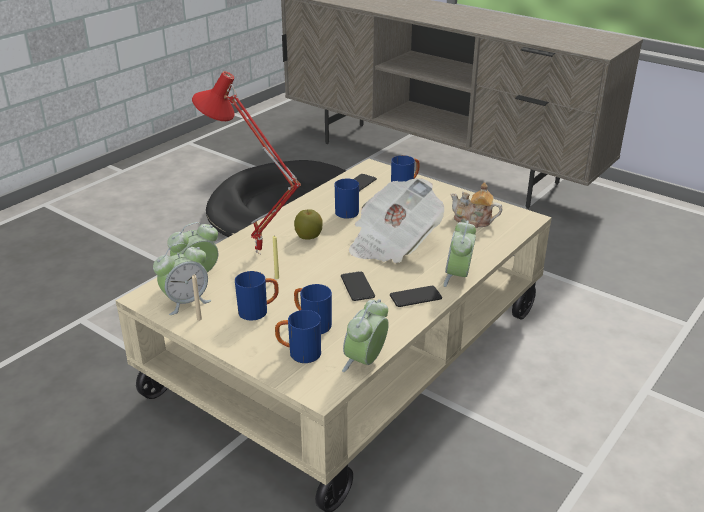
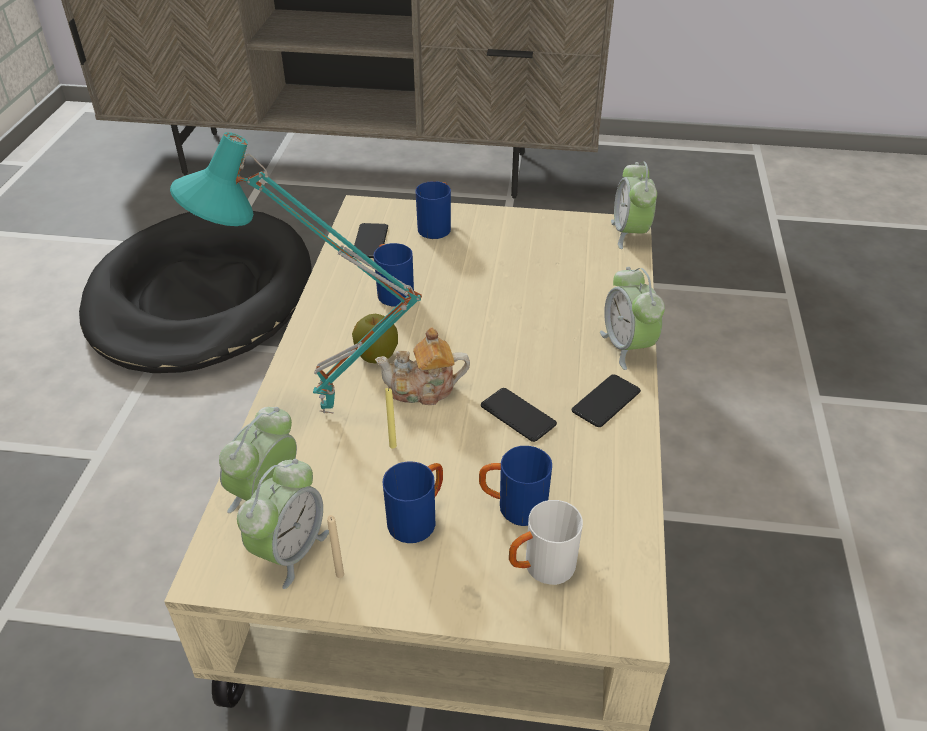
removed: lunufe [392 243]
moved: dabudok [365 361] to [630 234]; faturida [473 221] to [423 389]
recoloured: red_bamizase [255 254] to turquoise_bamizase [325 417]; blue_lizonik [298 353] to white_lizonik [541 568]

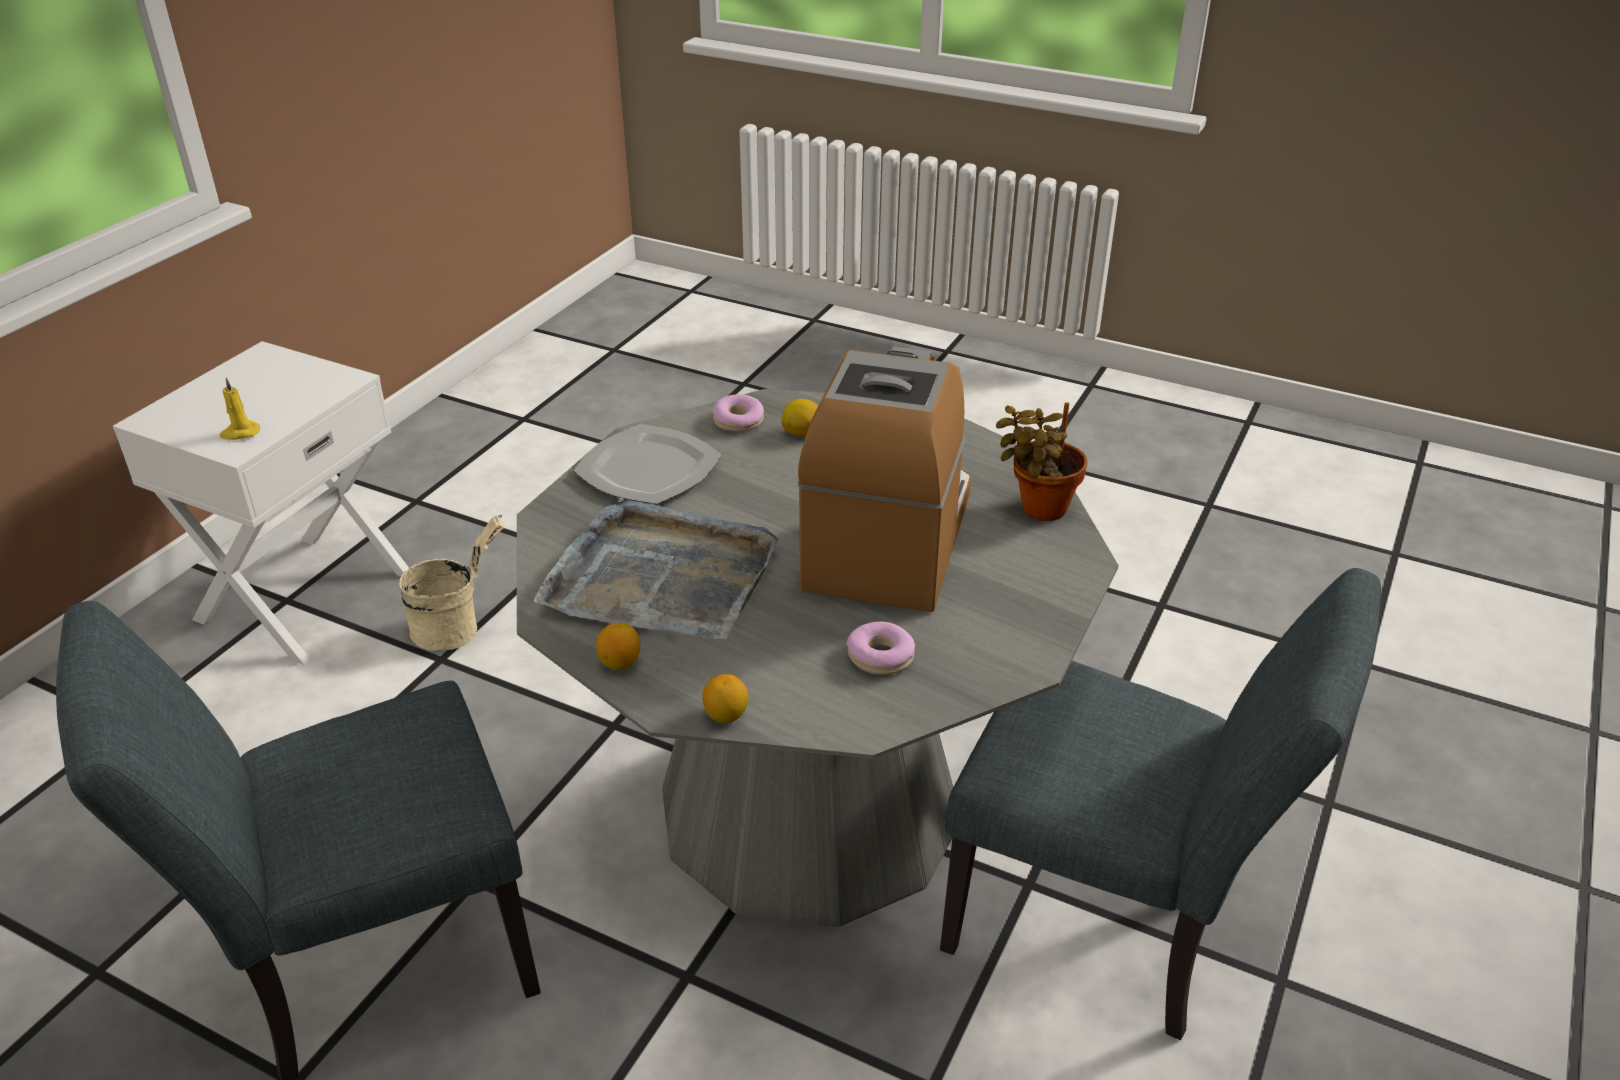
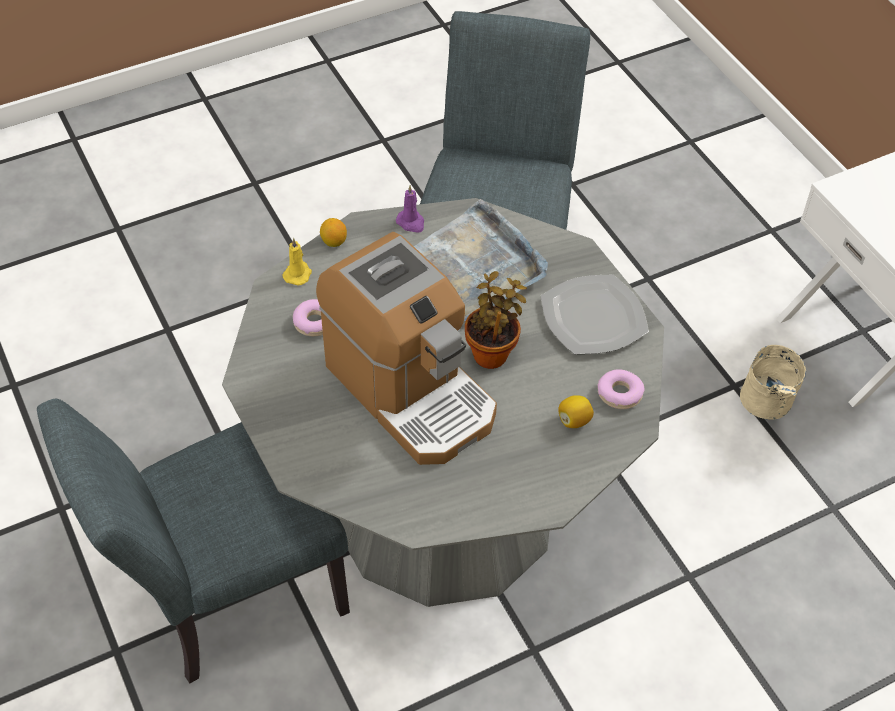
moved: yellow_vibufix [240 433] to [298 274]; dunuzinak [1038 509] to [492 352]
replaced: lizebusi [620 663] to purple_vibufix [411 223]

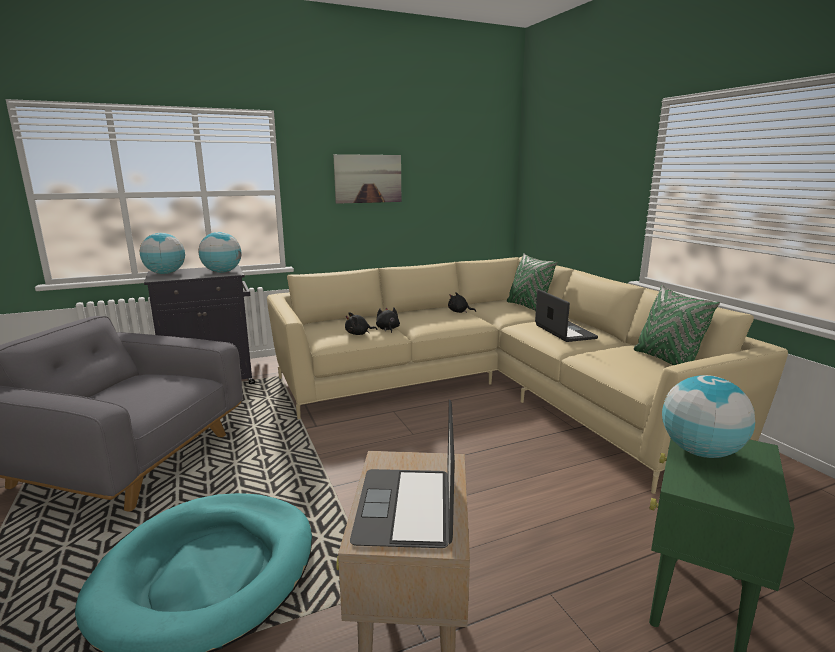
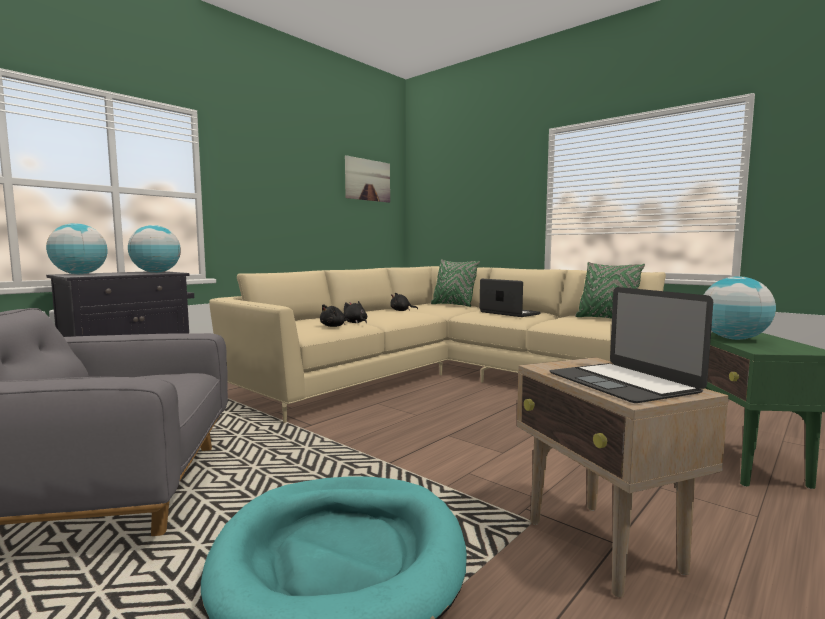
moved: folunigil [368 178] to [367 180]

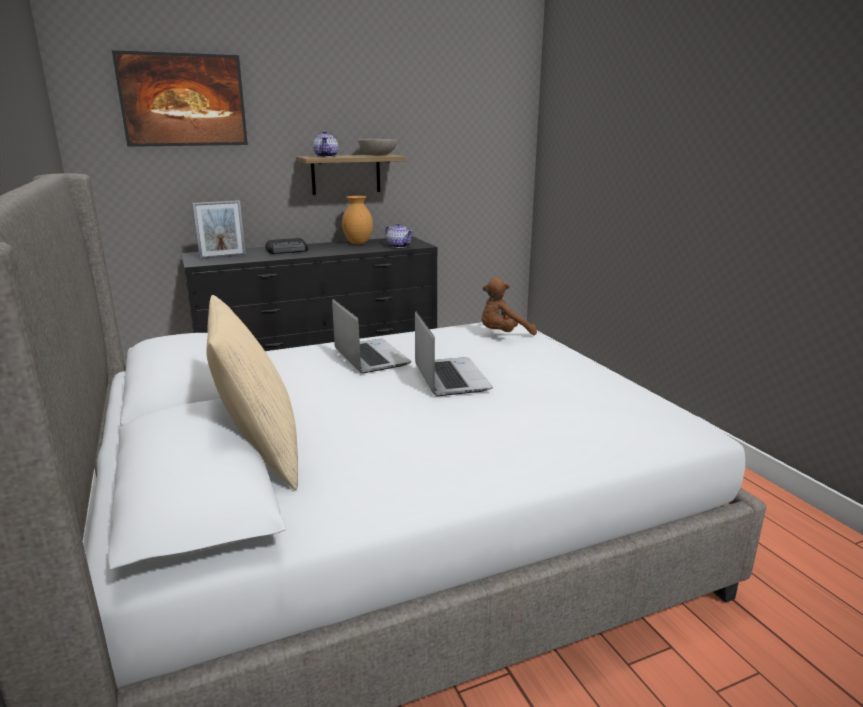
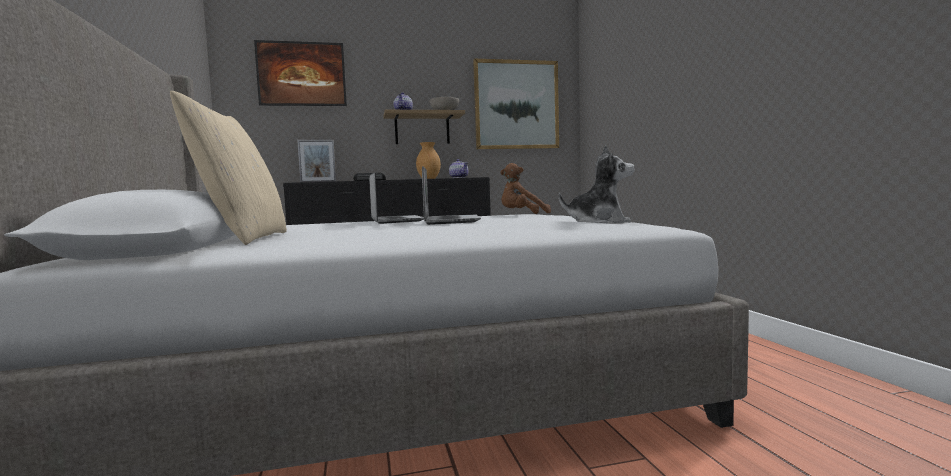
added: folunigil [516 105]; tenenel [599 222]

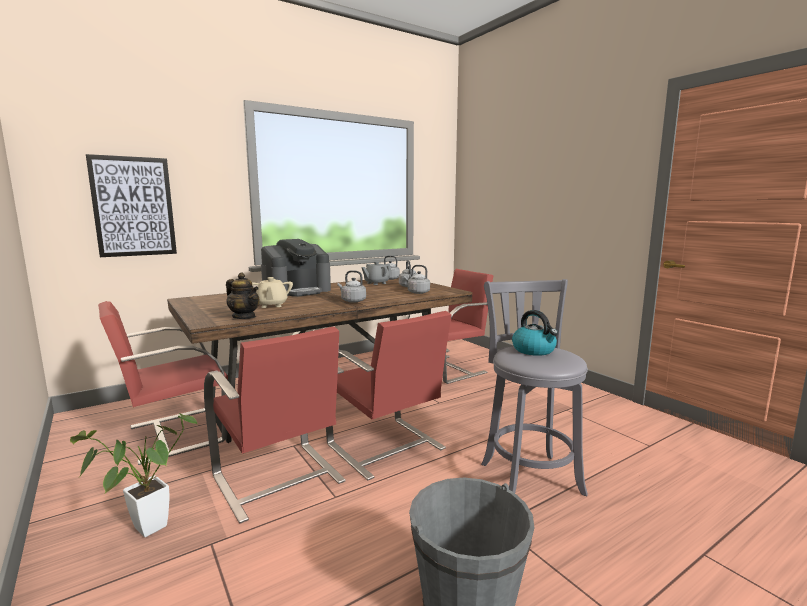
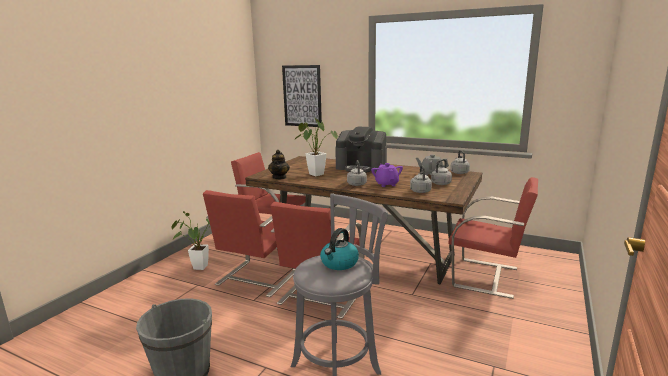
added: purple_faturida [386 184]
replaced: beige_faturida [272 305] to dunuzinak [314 174]

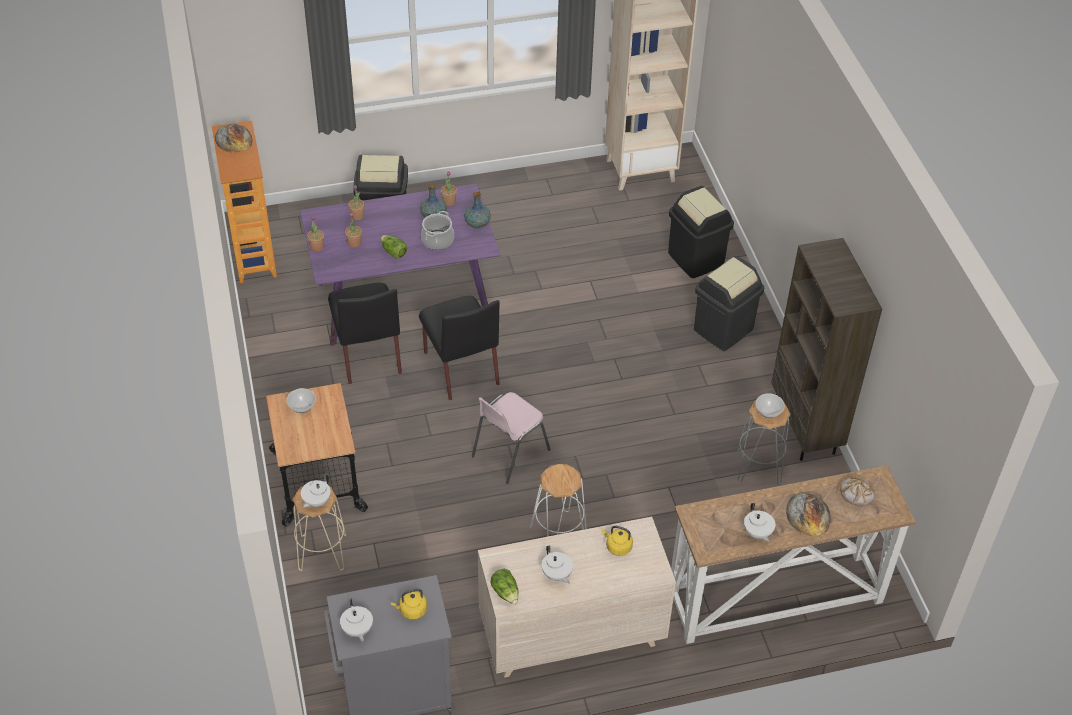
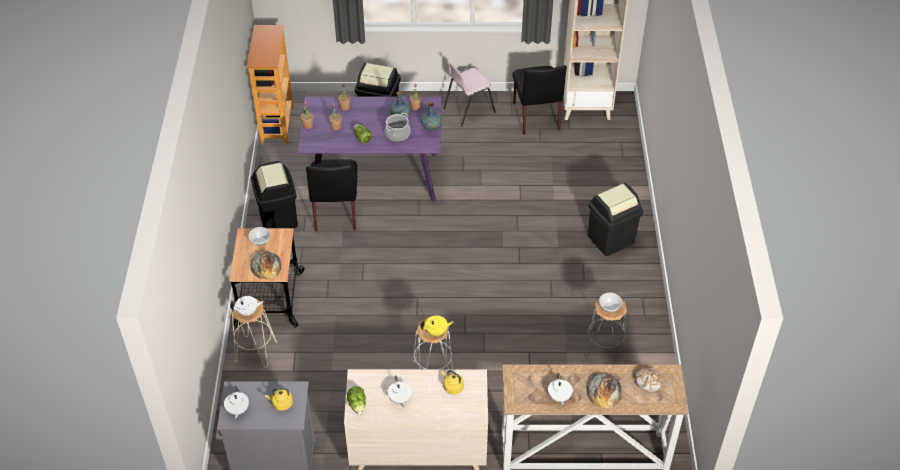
removed: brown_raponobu [805 428]
added: yellow_faturida [436 331]
moved: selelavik [233 139] to [266 265]; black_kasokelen [460 367] to [536 115]; pink_kasokelen [509 453] to [468 110]; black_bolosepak [696 259] to [279 218]
turned: white_faturida [316 501] = [248 312] 150 degrees counterclockwise

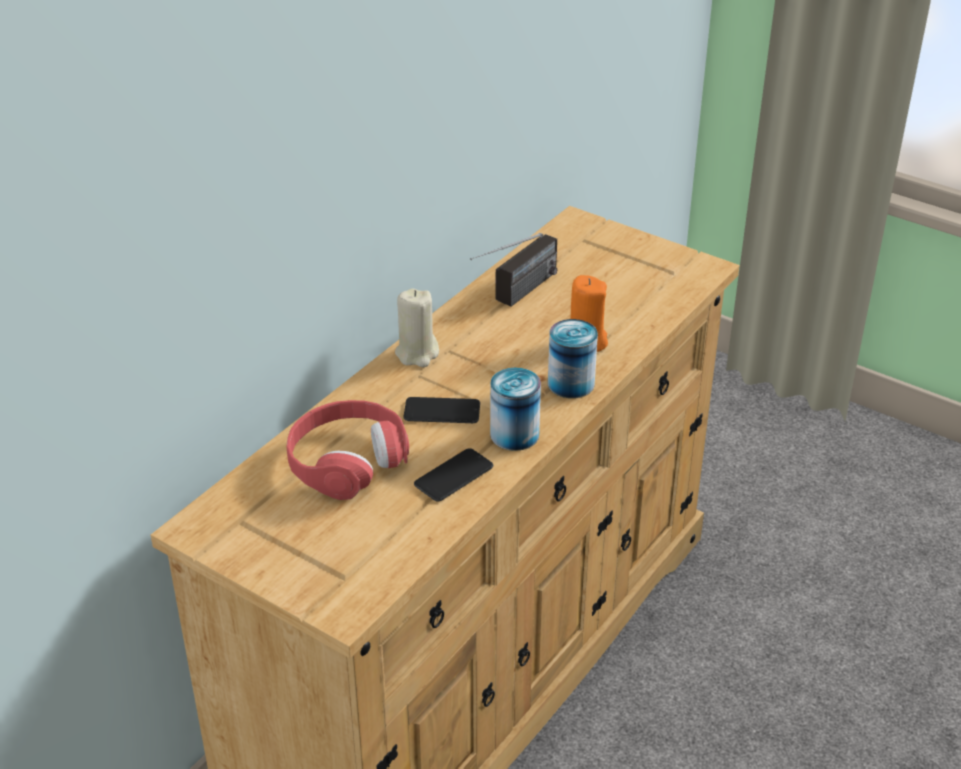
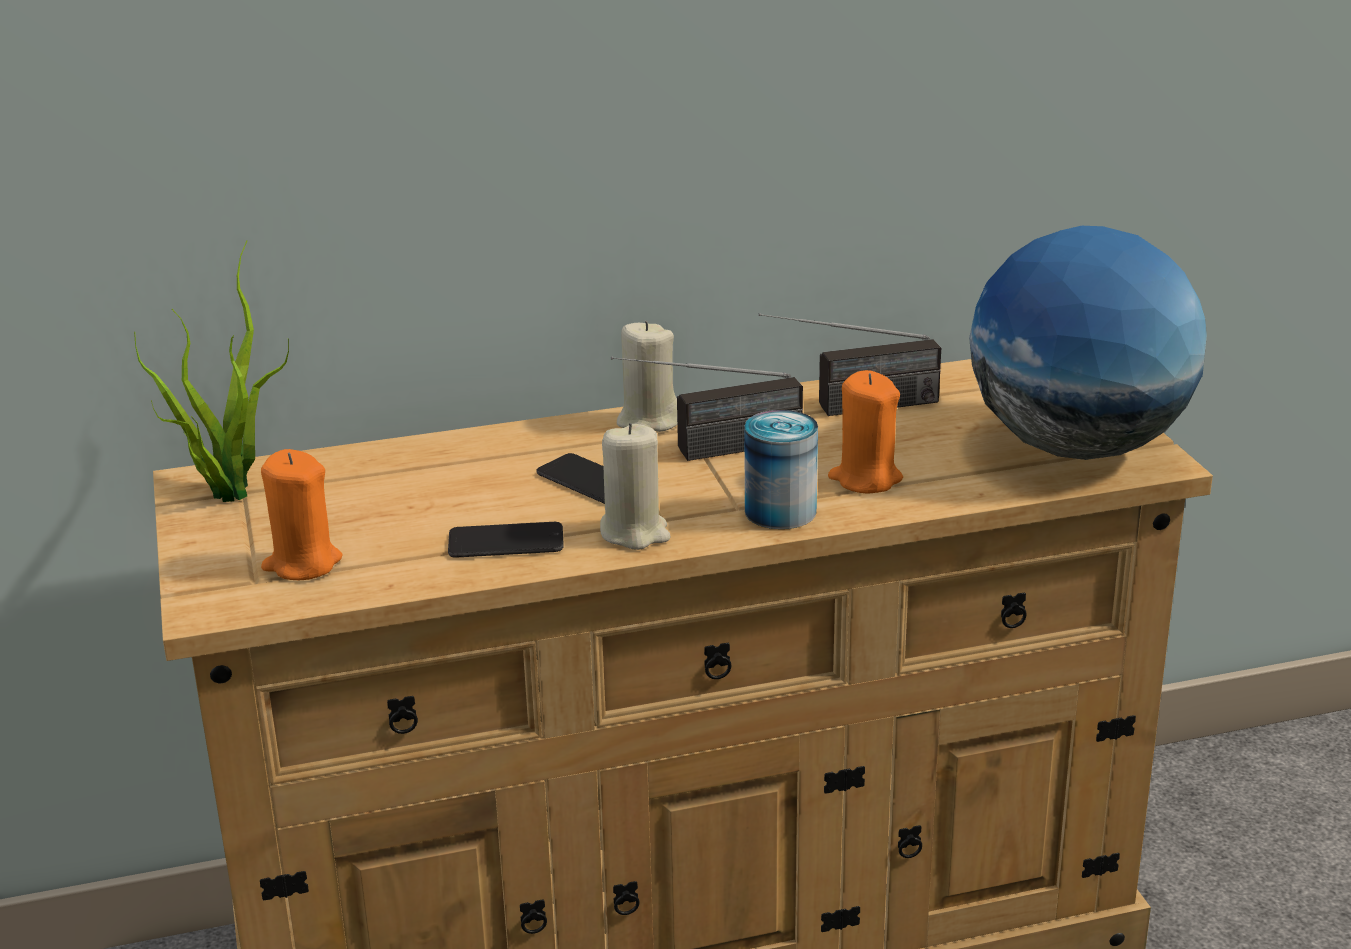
removed: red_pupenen [347 460]
added: dunuzinak [227 490]; orange_vibufix [302 563]; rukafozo [709 452]; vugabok [1077 447]
replaced: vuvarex [514 434] to beige_vibufix [634 532]

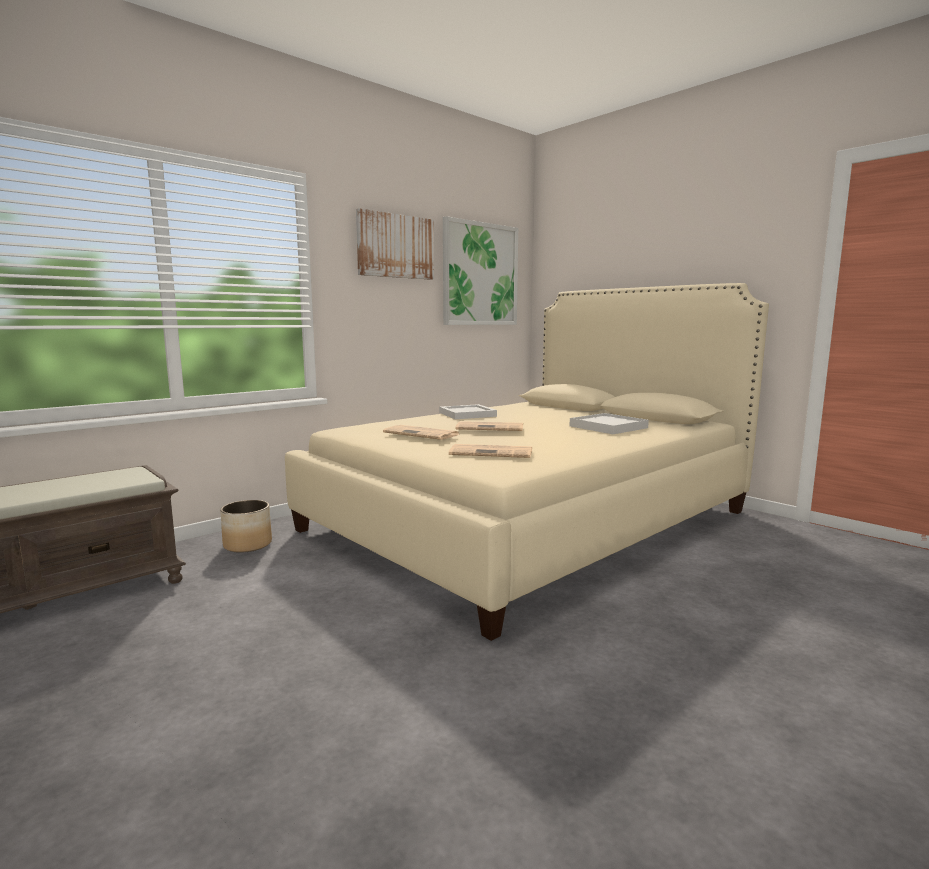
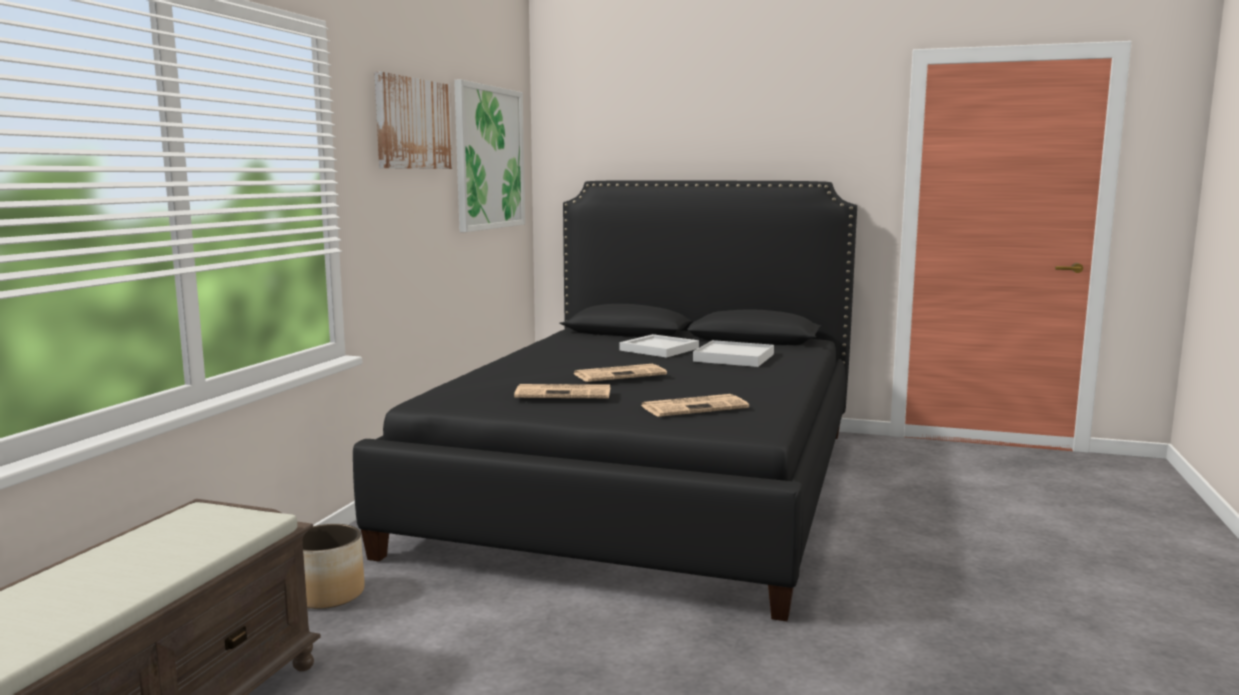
moved: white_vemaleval [467 414] to [659 349]
recoloured: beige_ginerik [529 520] to black_ginerik [647 485]

